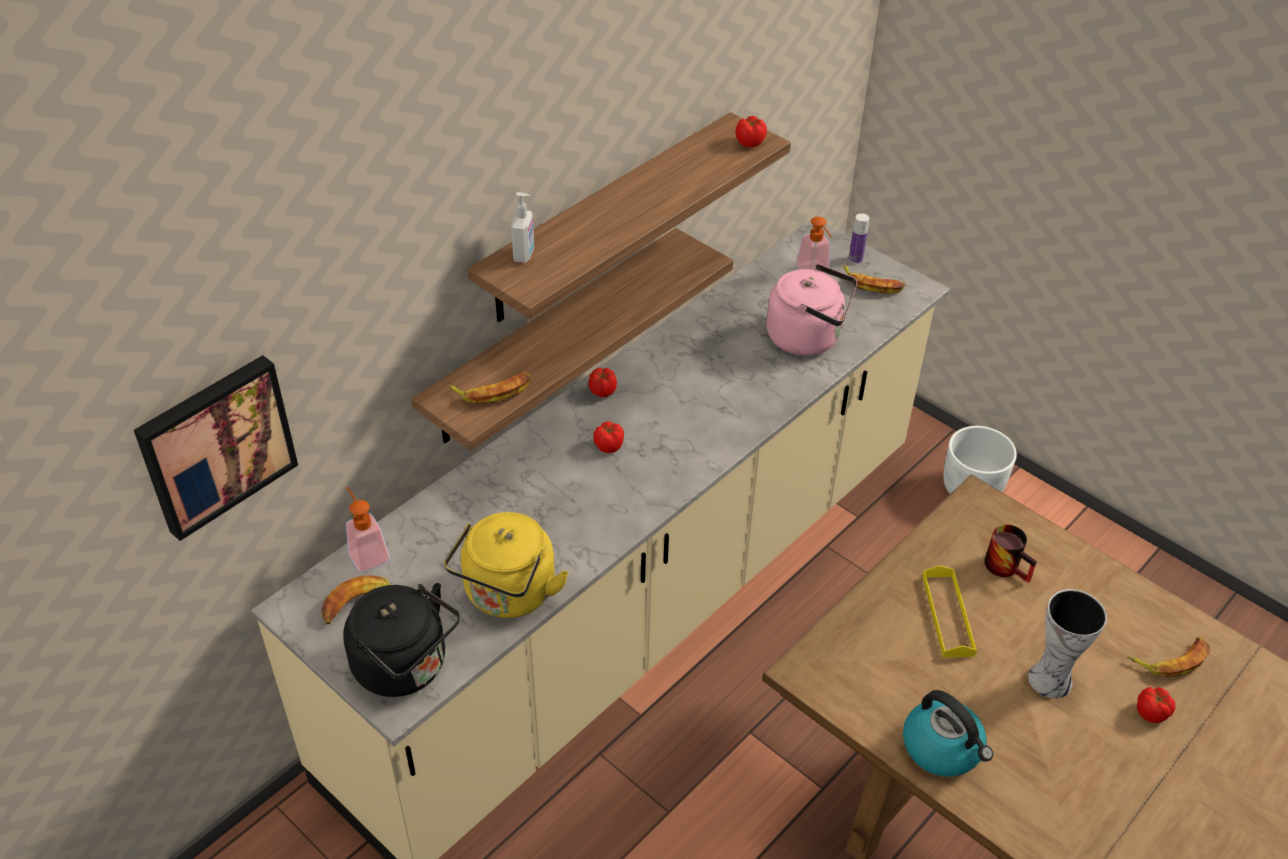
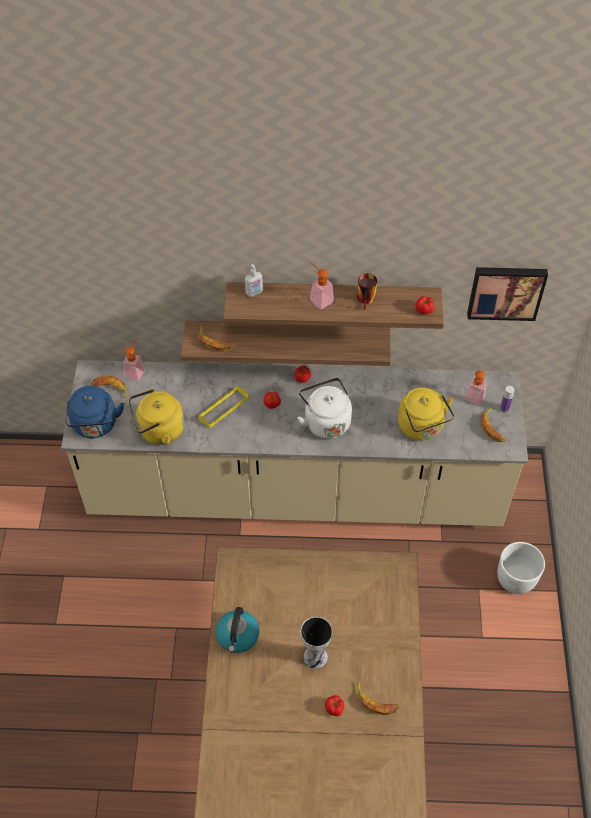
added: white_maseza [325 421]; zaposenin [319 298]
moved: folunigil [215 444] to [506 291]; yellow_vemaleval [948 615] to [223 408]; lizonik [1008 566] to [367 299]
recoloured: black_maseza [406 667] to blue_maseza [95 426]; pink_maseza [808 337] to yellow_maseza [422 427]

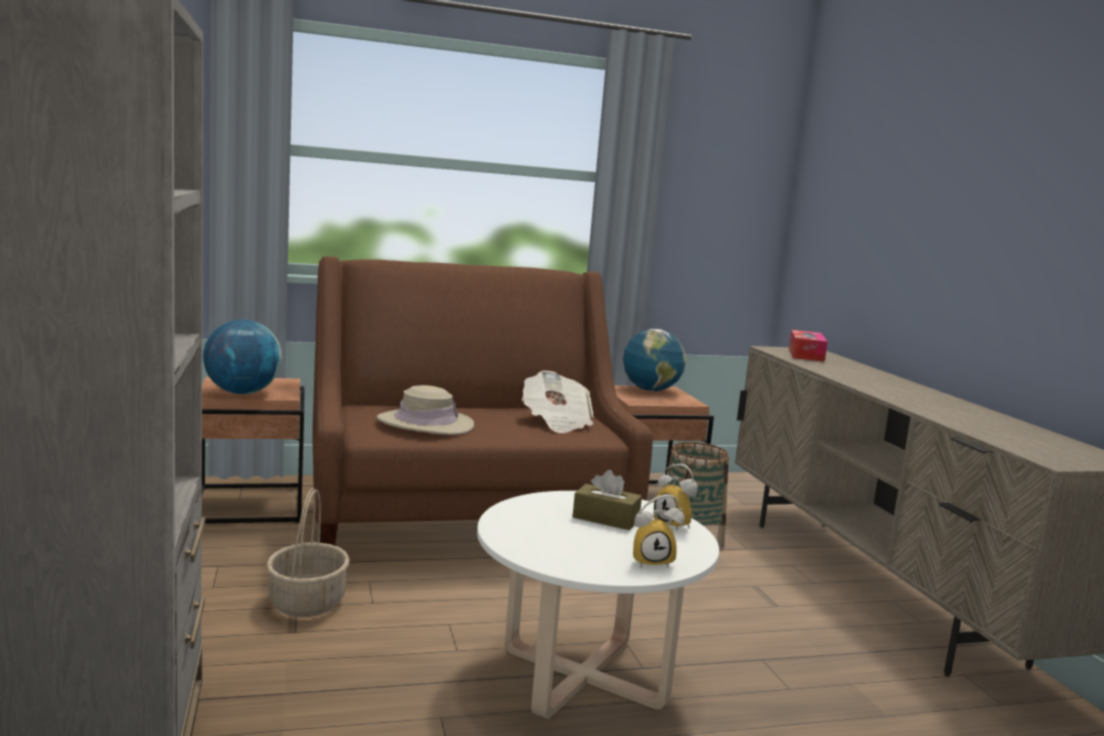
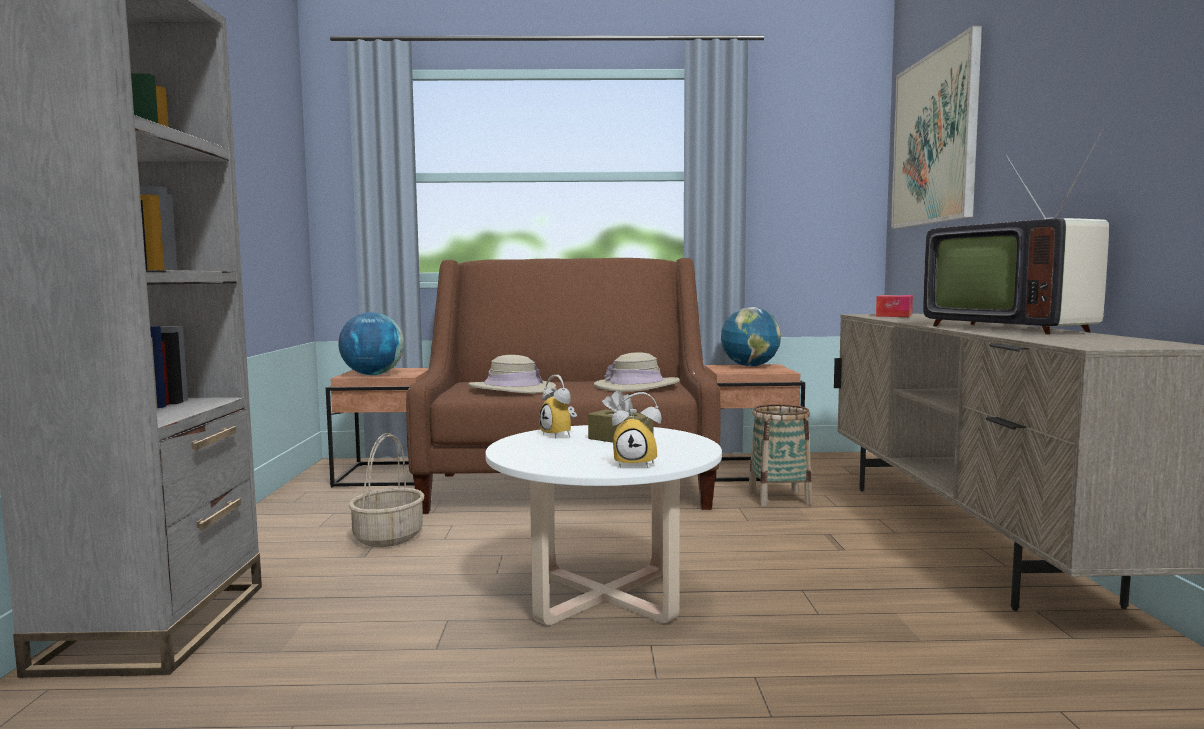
added: folunigil [935 139]; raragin [1009 328]
moved: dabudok [676 524] to [561 435]
replaced: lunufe [556 422] to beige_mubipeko [636 386]

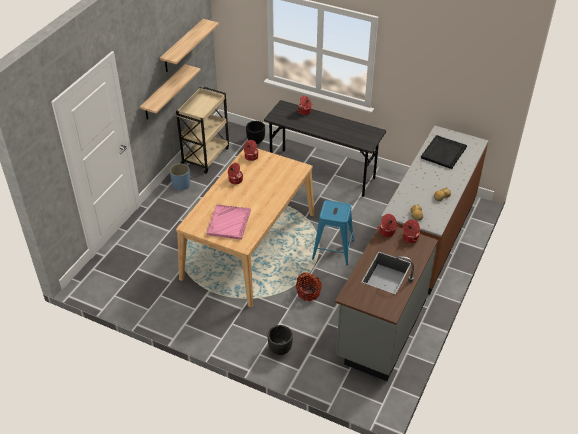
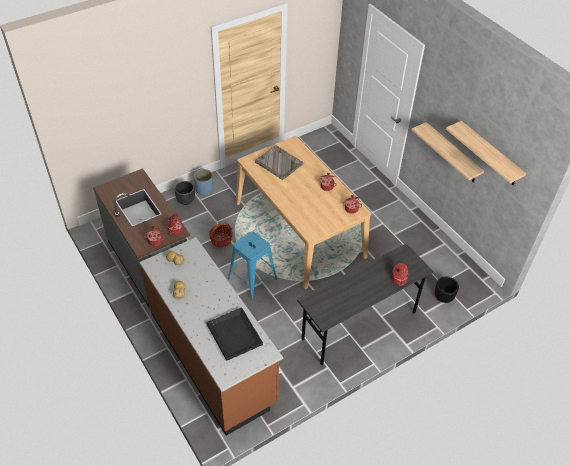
removed: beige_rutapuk [206 156]
moved: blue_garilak [181 185] to [204 189]
recoloured: pink_vemaleval [228 223] to grey_vemaleval [278 163]

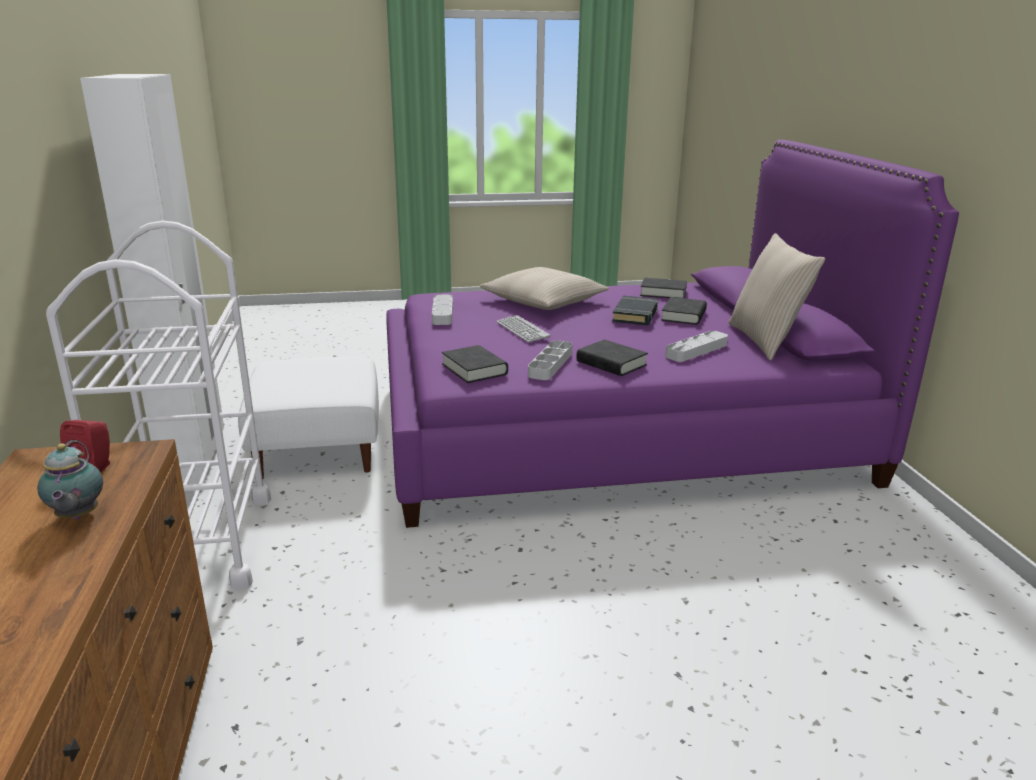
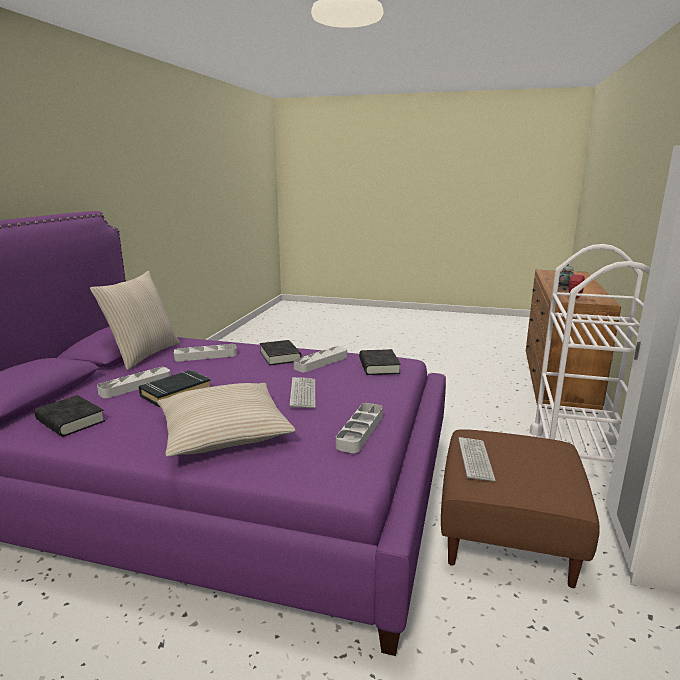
added: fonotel [475 459]
replaced: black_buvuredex [683 316] to grey_vemaleval [136 386]
recoloured: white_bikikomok [318 448] to brown_bikikomok [506 533]

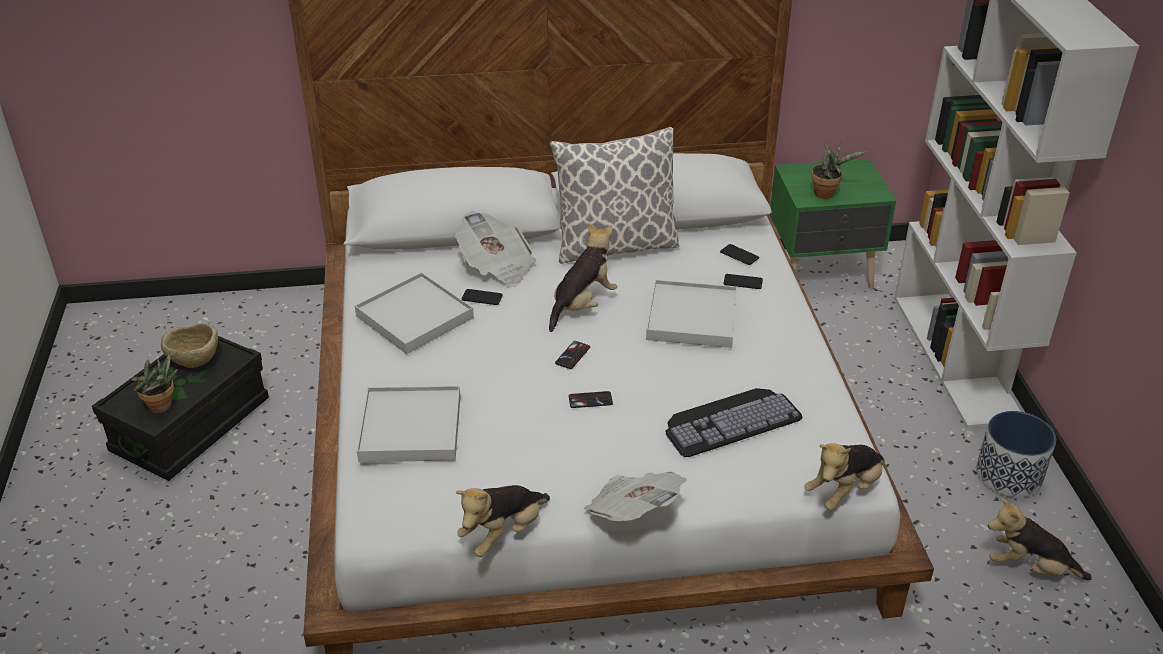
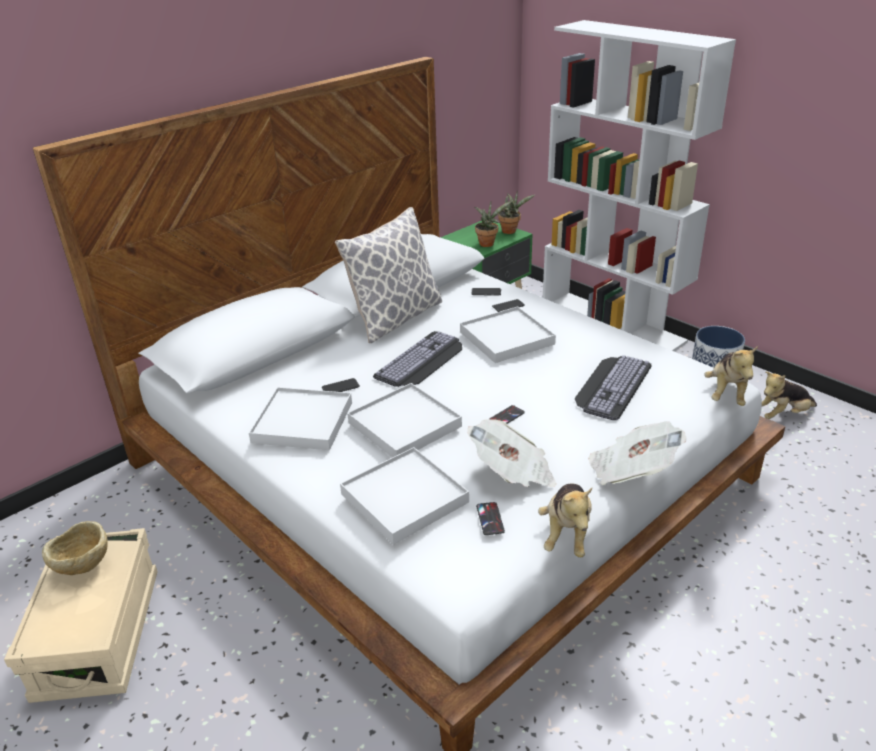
added: white_vemaleval [404 425]
moved: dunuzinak [163 407] to [511 231]; lunufe [497 266] to [513 473]; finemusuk [572 355] to [490 519]
replaced: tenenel [582 305] to fonotel [422 361]
recoloured: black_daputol [191 426] to beige_daputol [99 635]

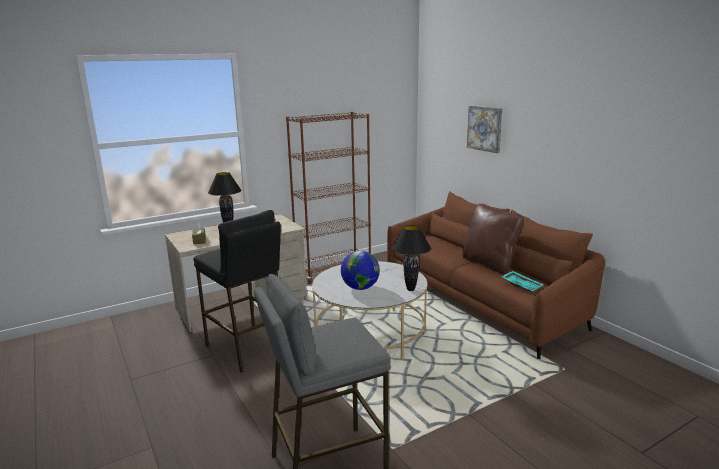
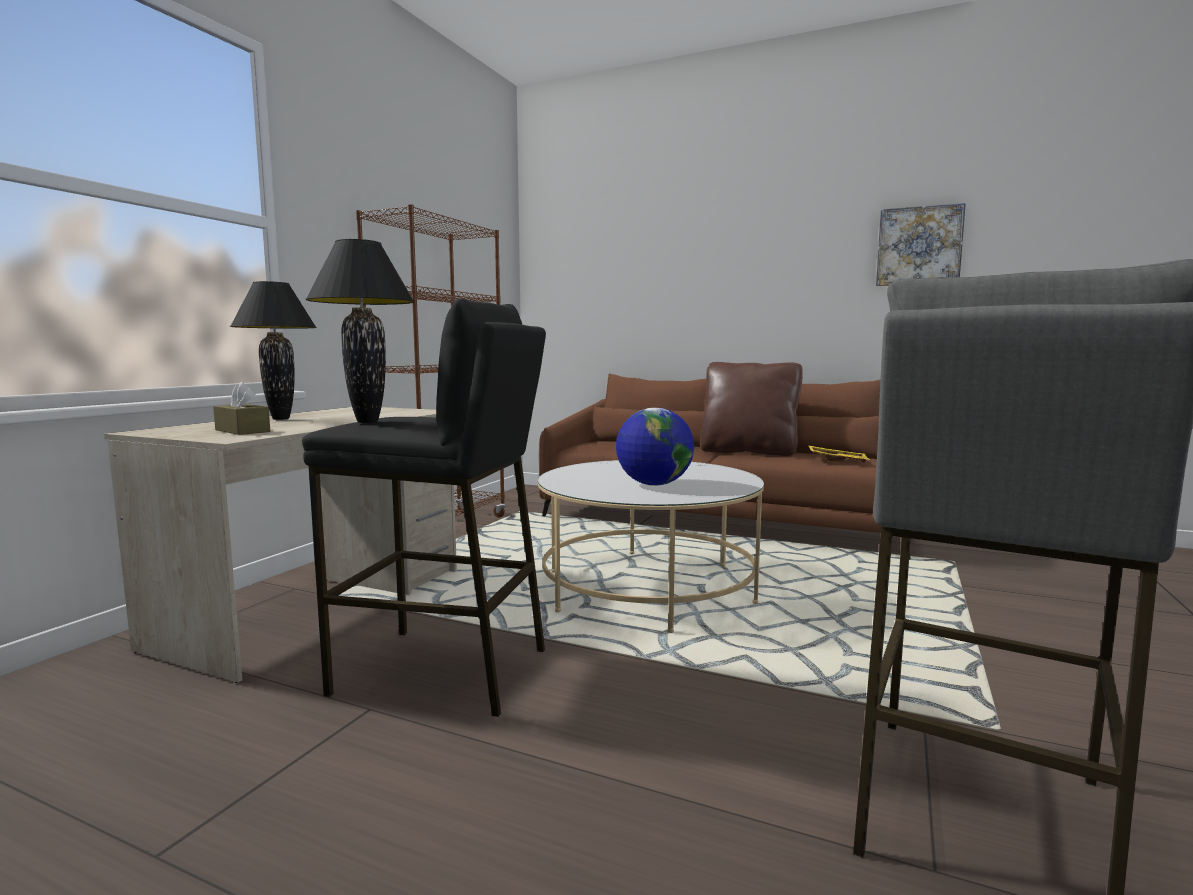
moved: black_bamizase [410 289] to [368 422]; folunigil [485 128] to [919 246]
recoloured: turquoise_vemaleval [522 285] to yellow_vemaleval [837 460]

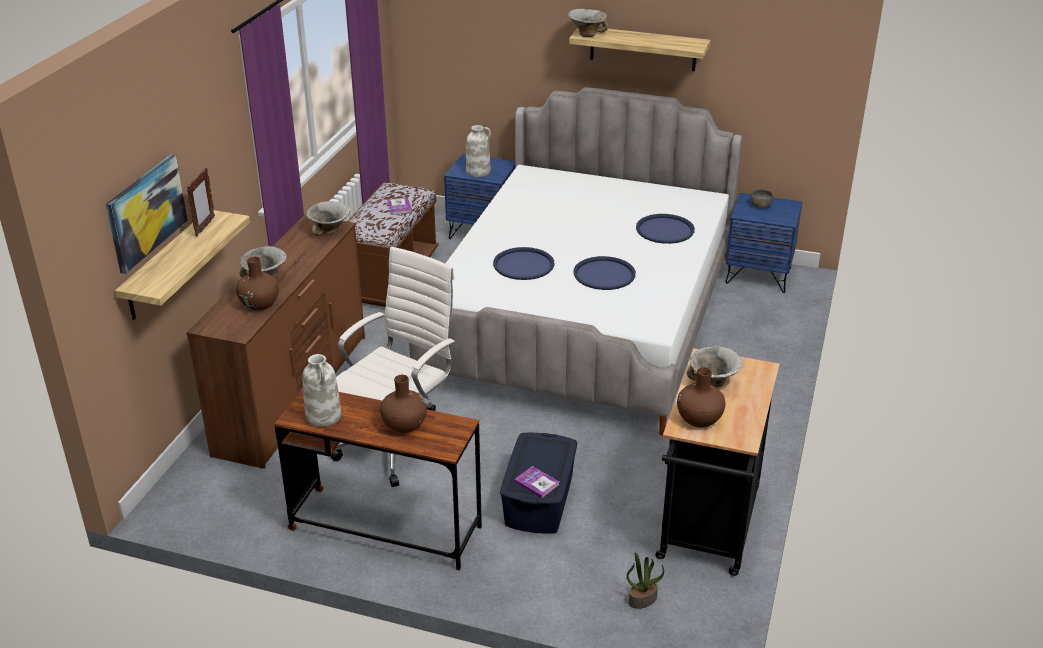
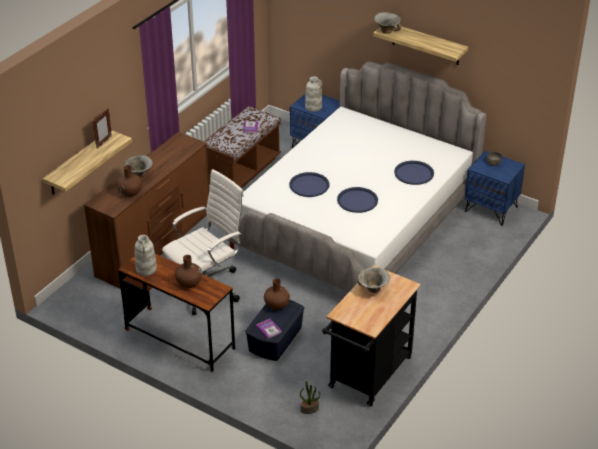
removed: folunigil [146 212]; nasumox [330 231]
moved: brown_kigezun [699 419] to [276 305]

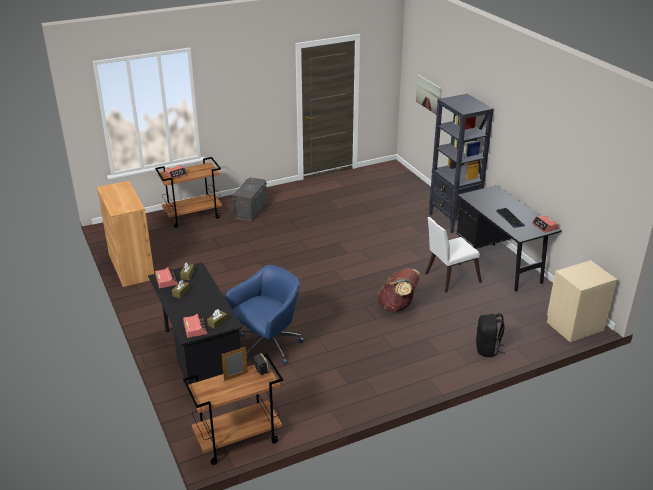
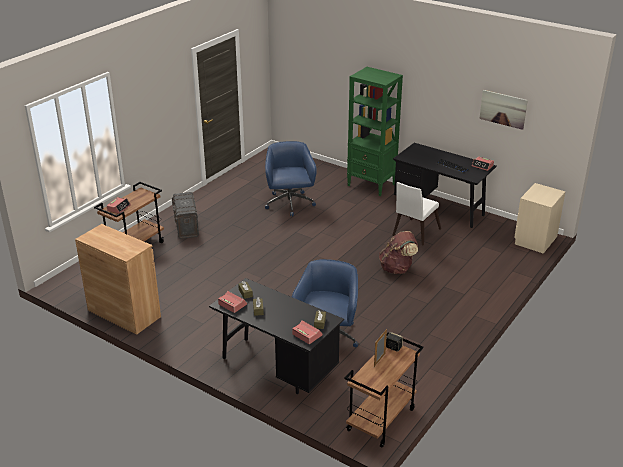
removed: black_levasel [487 349]
added: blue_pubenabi [289 204]
moved: folunigil [429 94] to [503 109]
recoloured: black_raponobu [453 220] to green_raponobu [371 185]

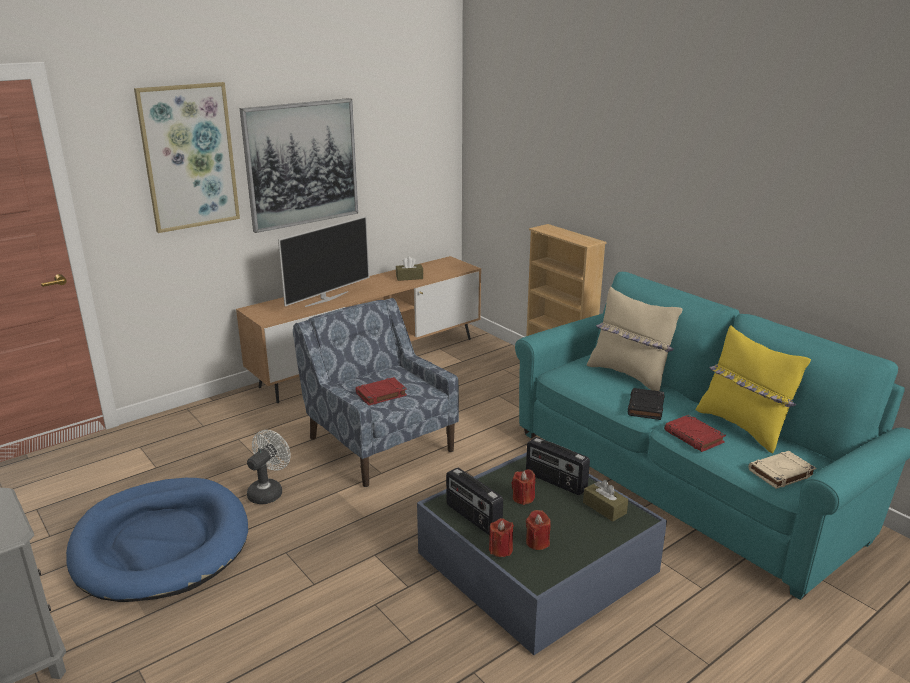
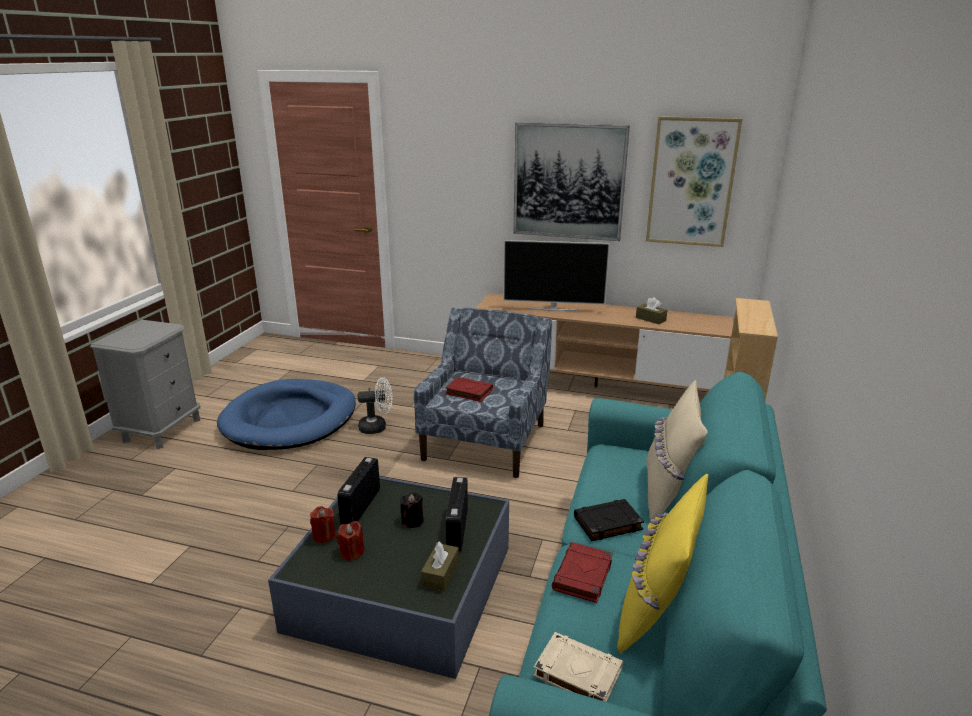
moved: folunigil [189 157] to [691 182]
recoloured: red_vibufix [523 498] to black_vibufix [412 521]

